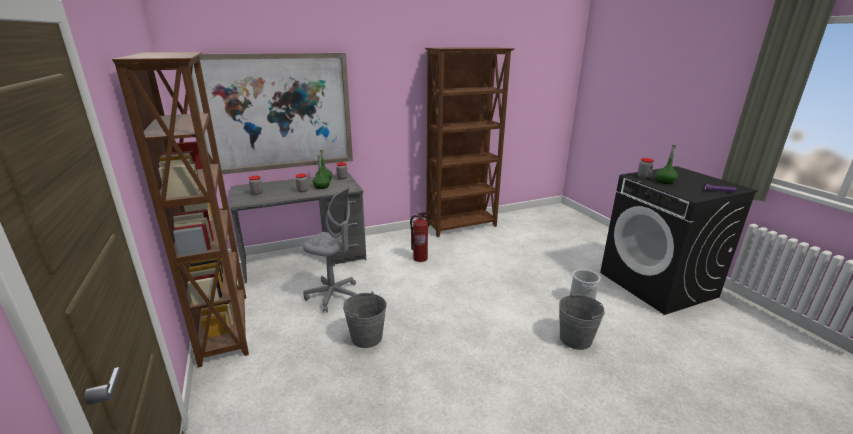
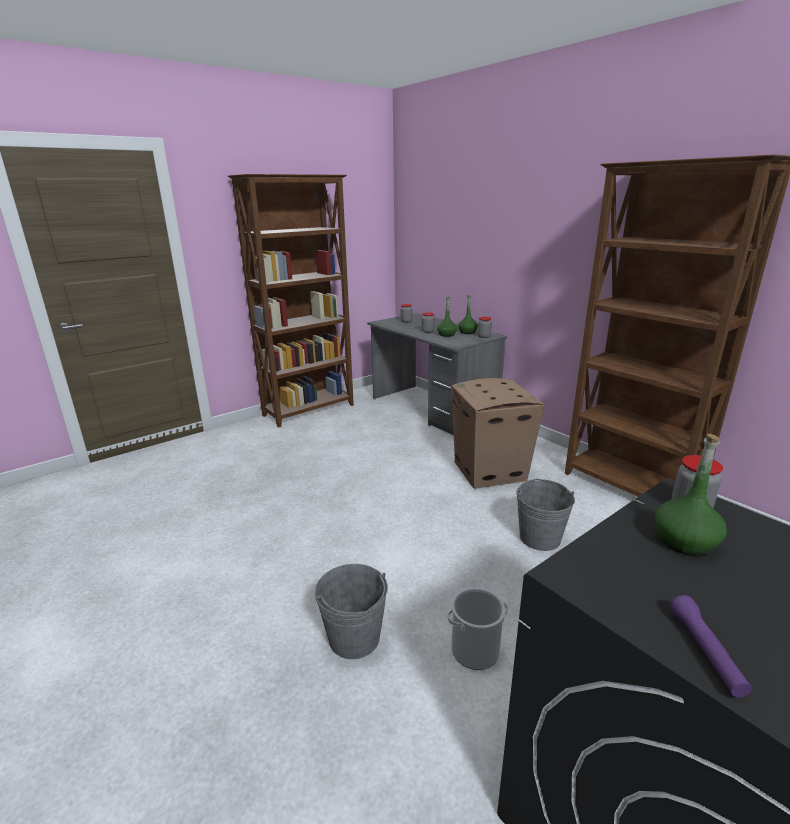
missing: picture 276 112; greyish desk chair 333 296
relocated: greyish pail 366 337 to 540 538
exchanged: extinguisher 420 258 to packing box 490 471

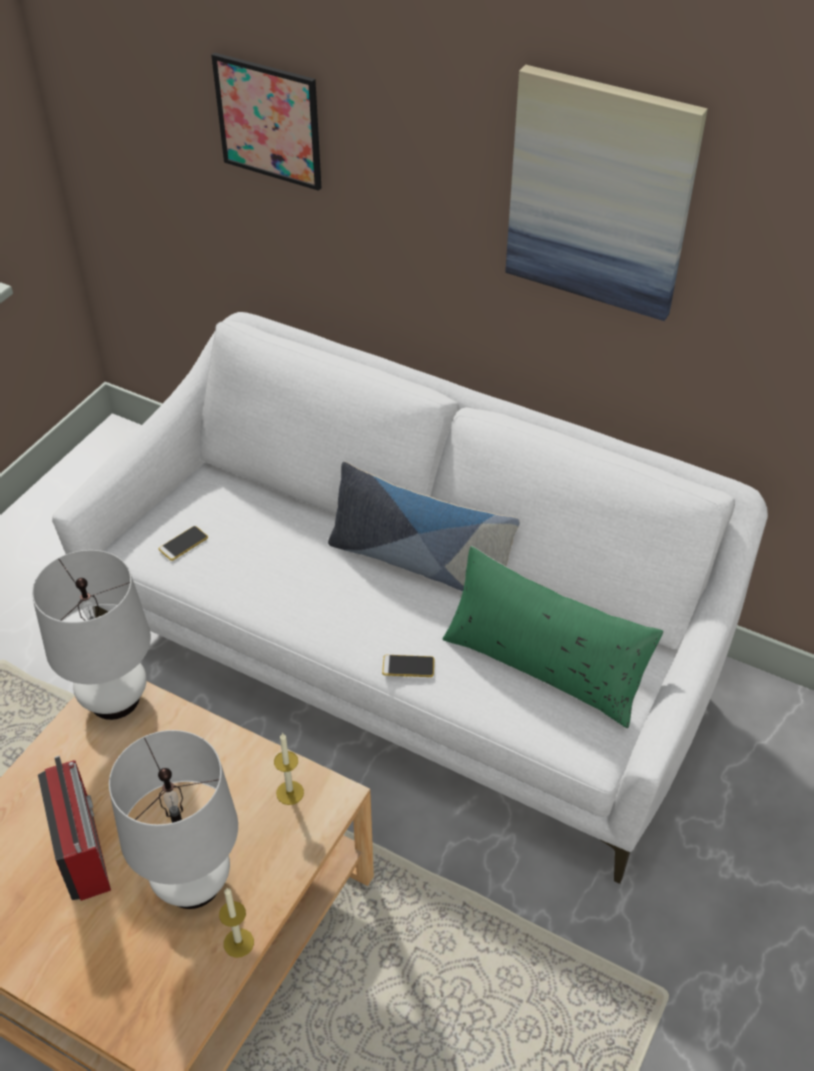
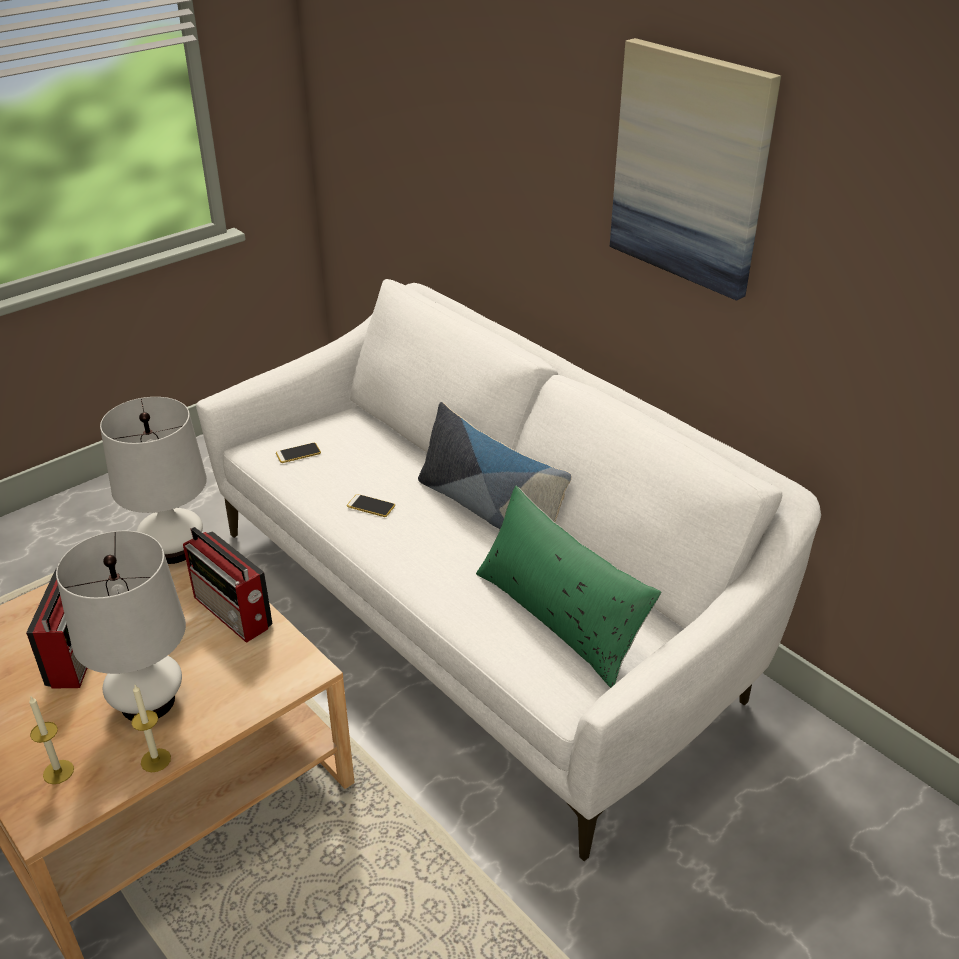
missing: picture 269 121
appeared: radio set 233 613
relocated: candle 290 792 to 58 772; telephone 408 666 to 371 506

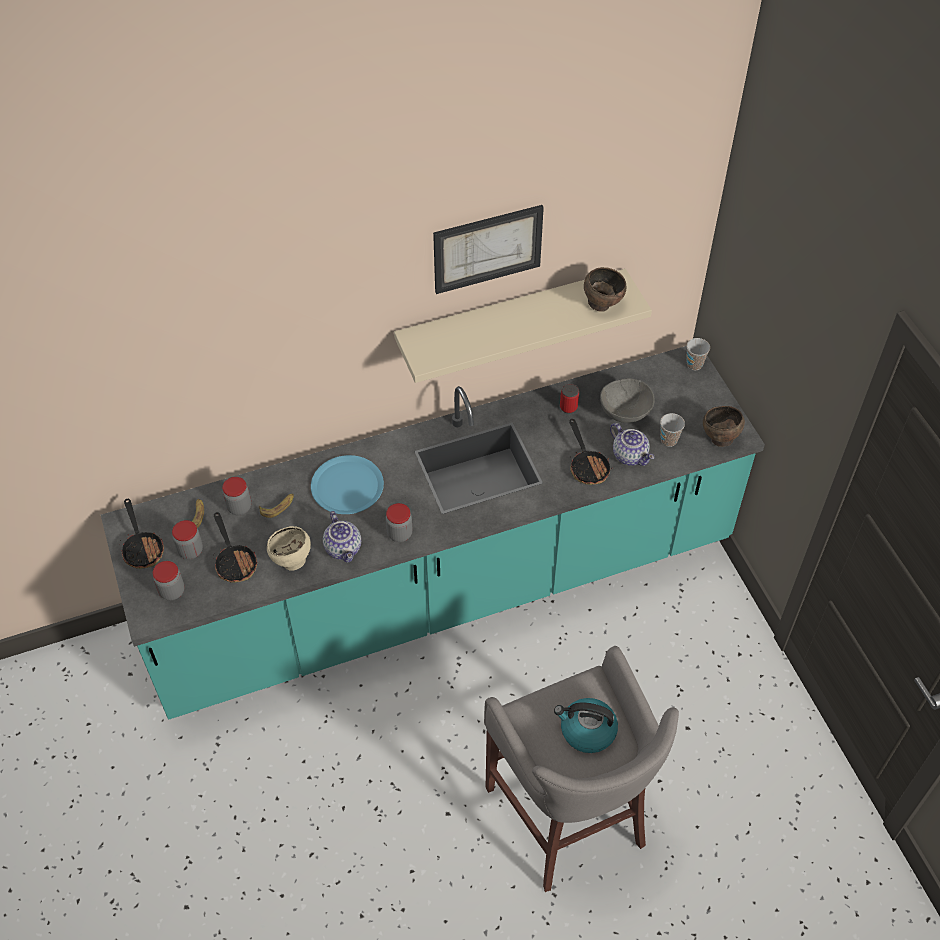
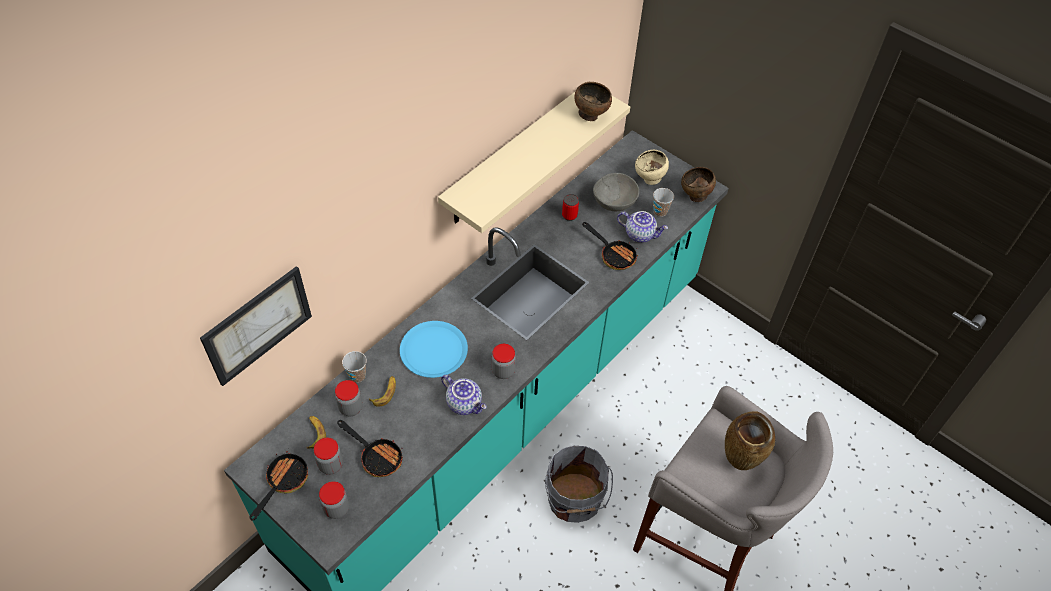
appeared: greyish pail 574 500
relocated: picture 487 248 to 257 325; small cup 694 364 to 357 376; beige serving bowl 291 561 to 649 179
exchanged: water kettle 586 731 to brown vase 739 463
spun: skillet 142 547 = 284 482 105 degrees counterclockwise

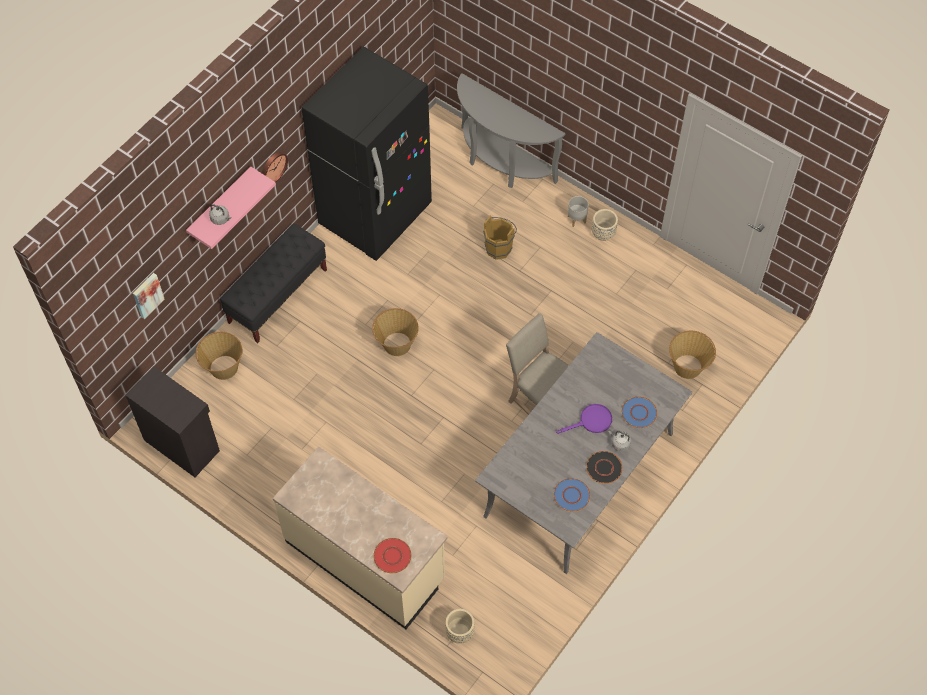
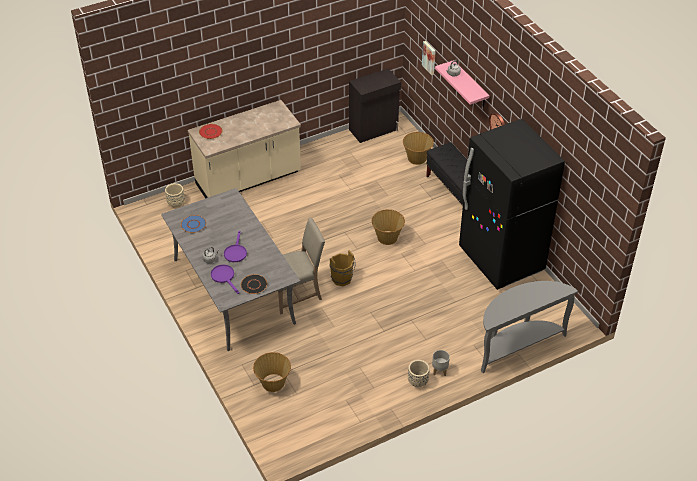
relocated: black-coloured dinner plate 603 468 to 254 284; brown pail 499 247 to 342 280
exchanged: bluish dinner plate 638 413 to purple skillet 224 277

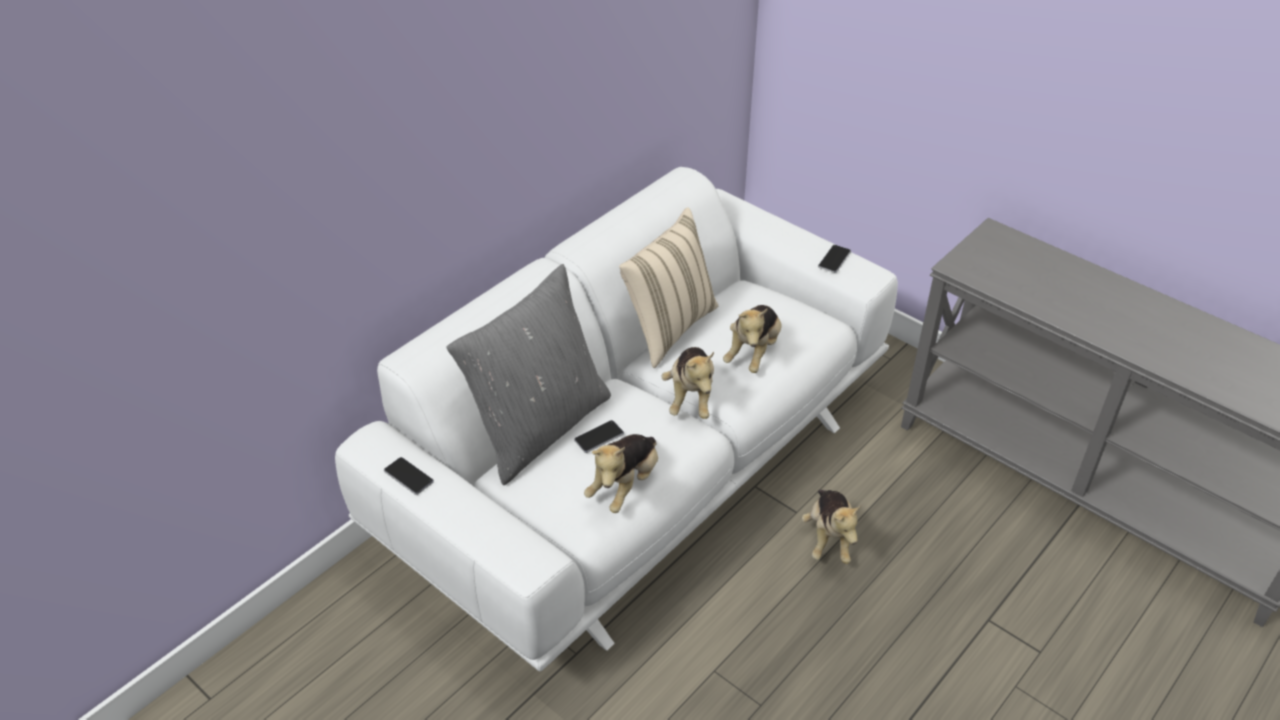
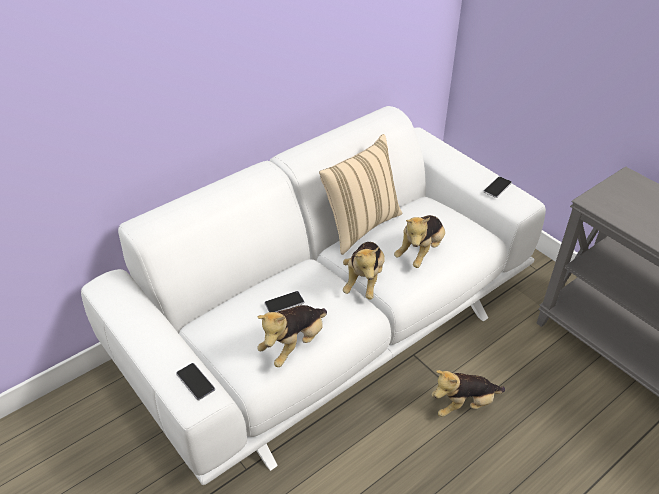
missing: greyish cushion 539 427
relocated: telephone 408 477 to 195 382
spun: plush toy 829 538 = 463 404 60 degrees clockwise

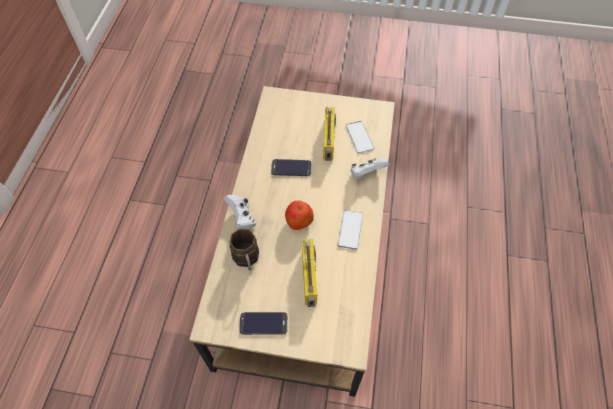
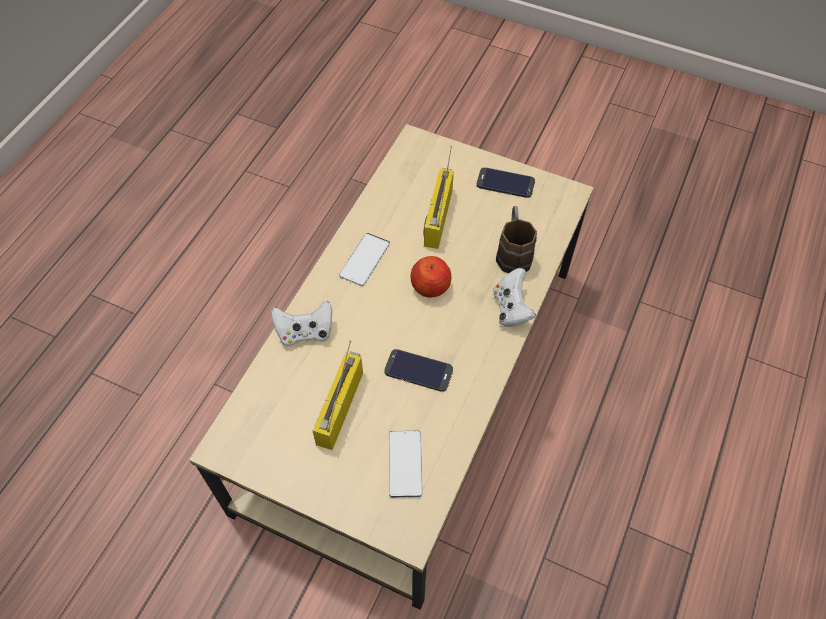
relocated: telephone 359 137 to 405 464

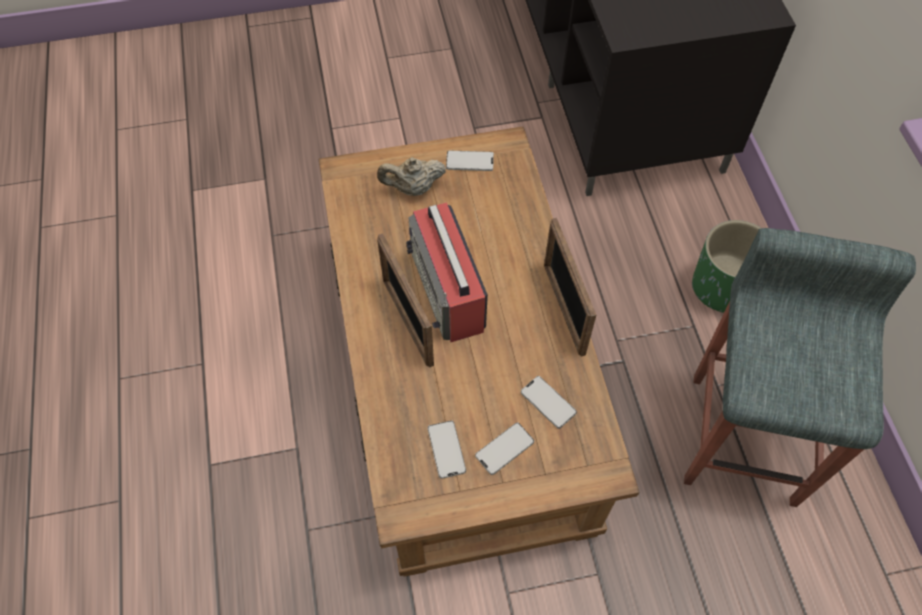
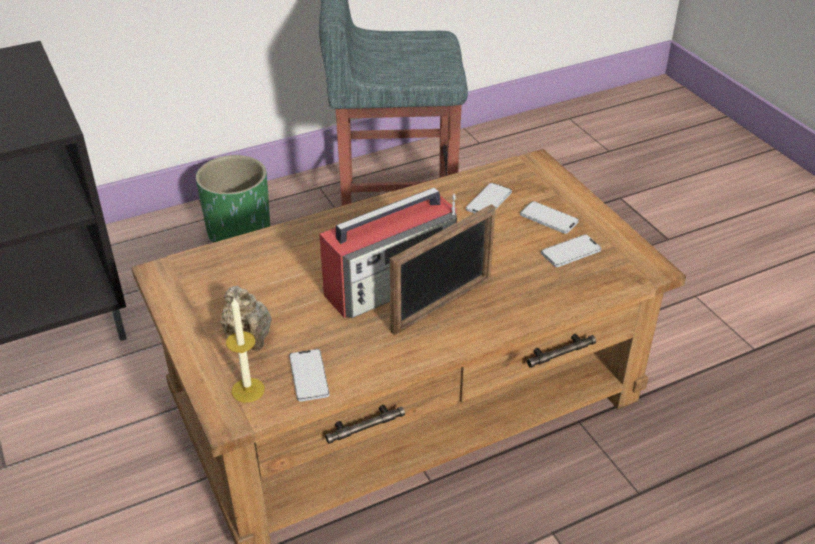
missing: picture frame 563 308
appeared: candle 248 390
relocated: telephone 469 161 to 309 376

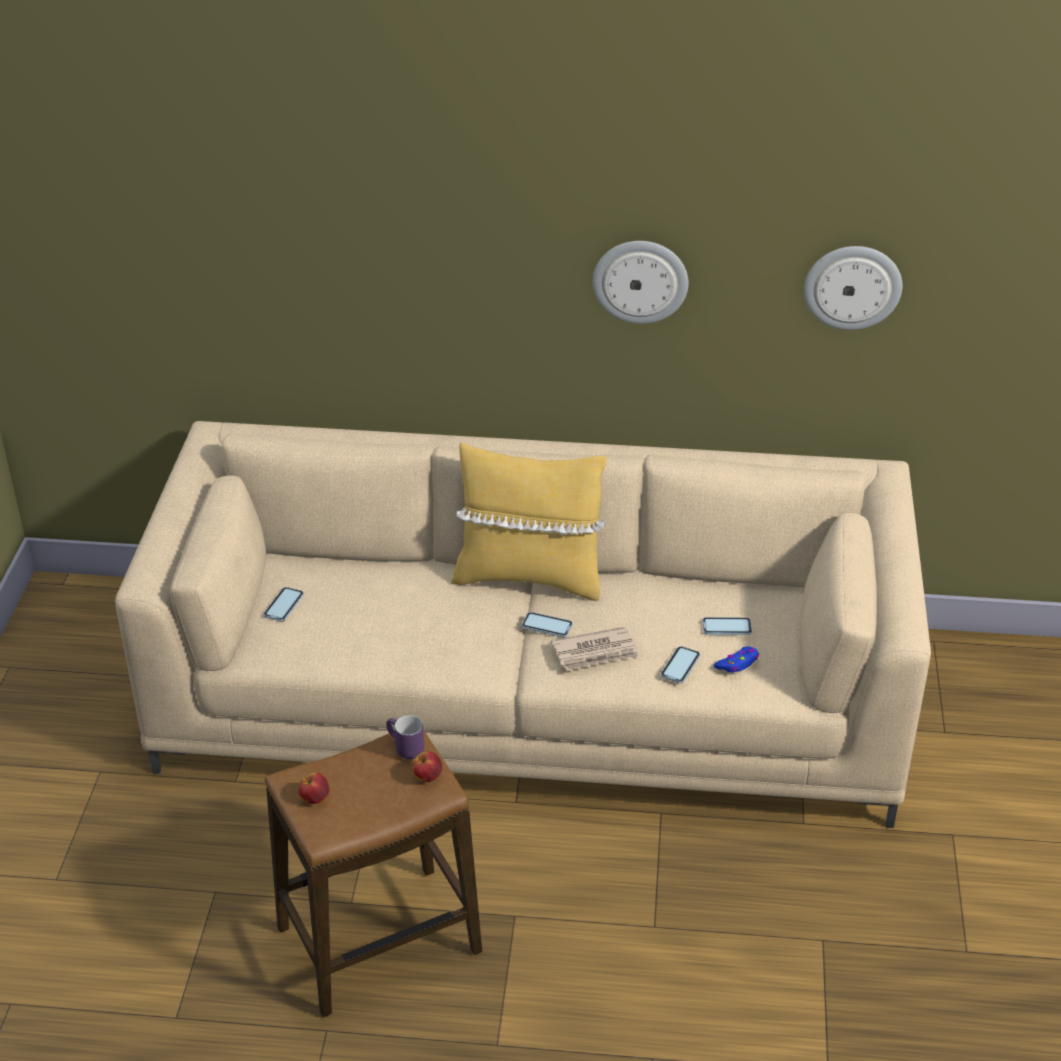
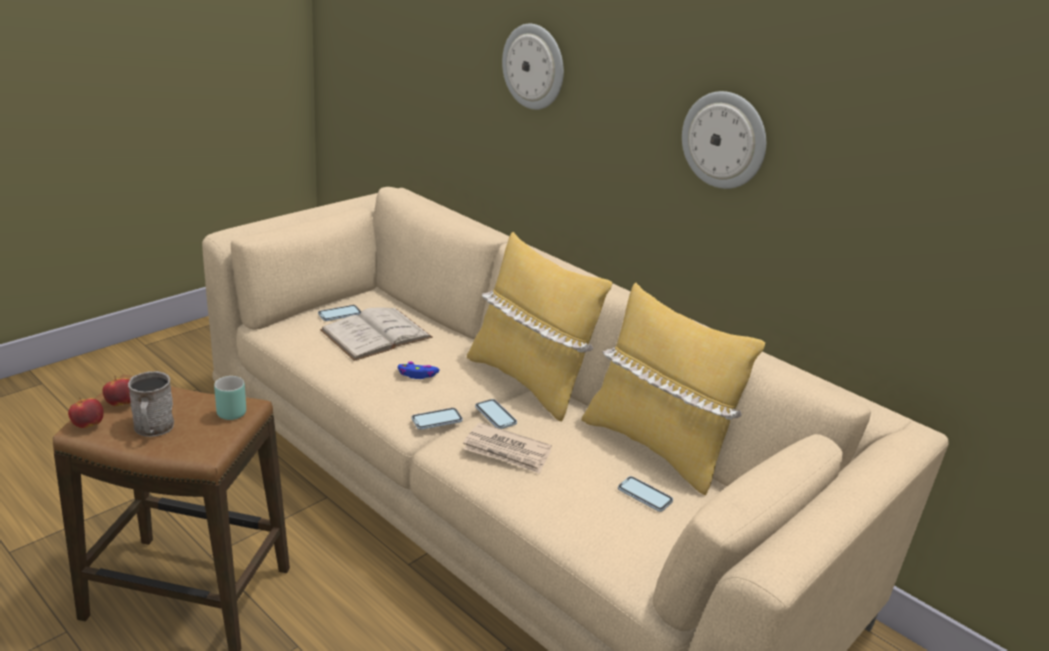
appeared: greyish coffee mug 153 429; whitish book 376 334; yellow cushion 655 447
relocated: apple 427 777 to 88 425; bluish game controller 737 664 to 417 375; telephone 680 666 to 437 420; clock on the wall 852 286 to 534 67
colour: purple coffee mug 403 748 to blue-green coffee mug 230 410

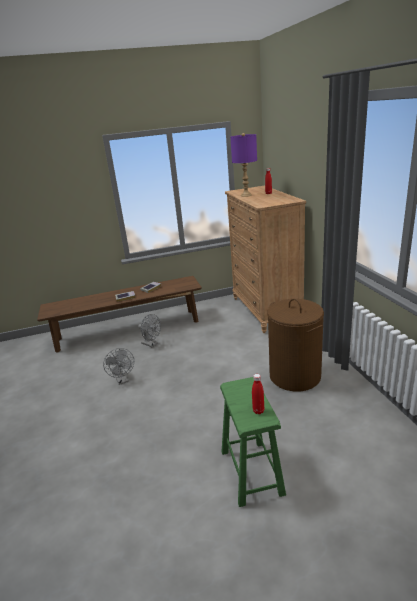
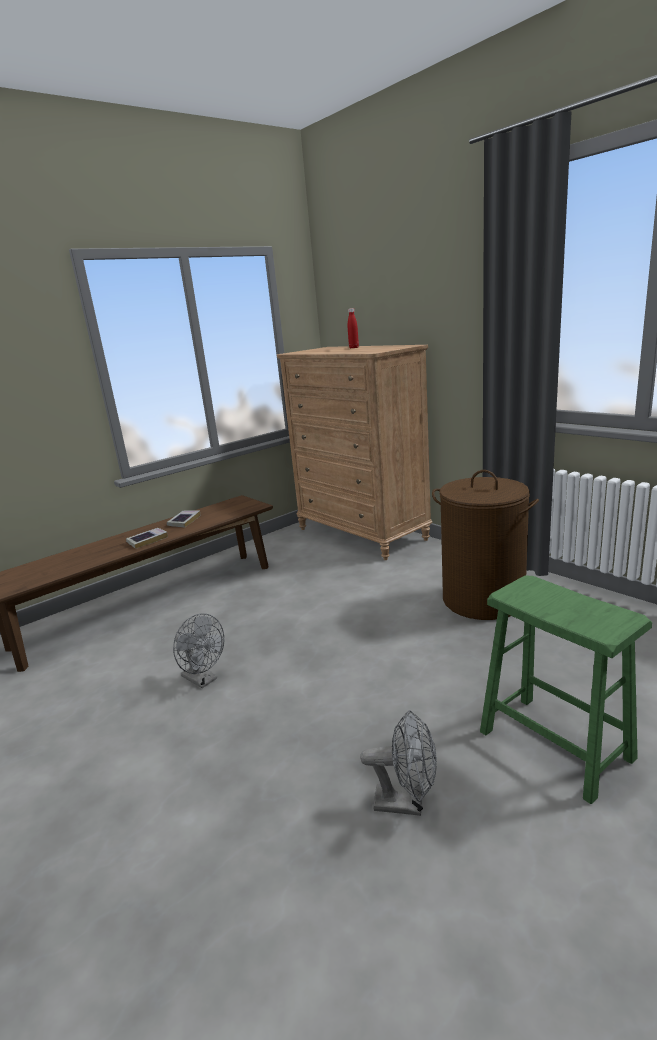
missing: purple tabletop lamp 246 195; red-coloured beverage bottle 258 411
relocated: greyish cooling fan 152 344 to 407 803

